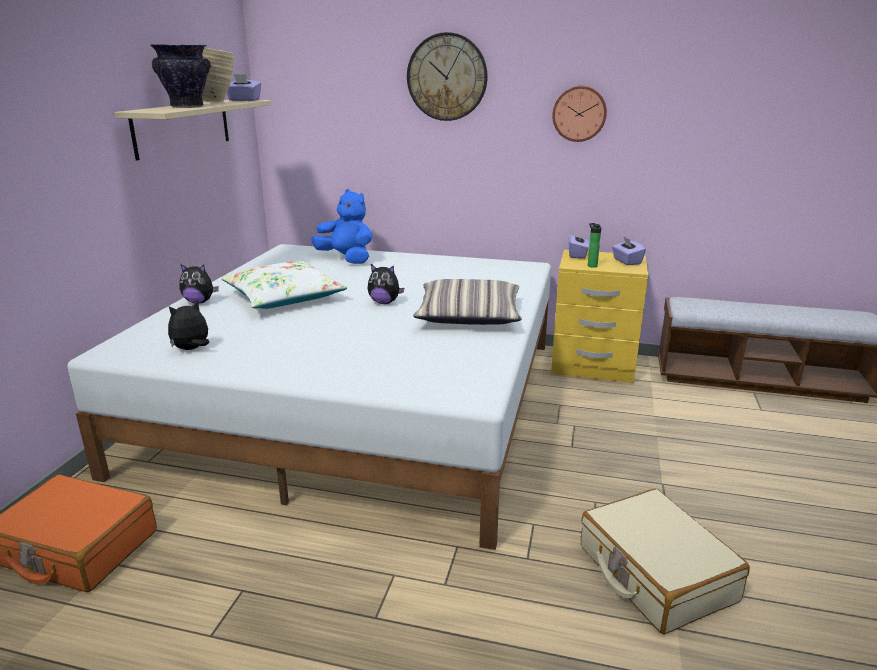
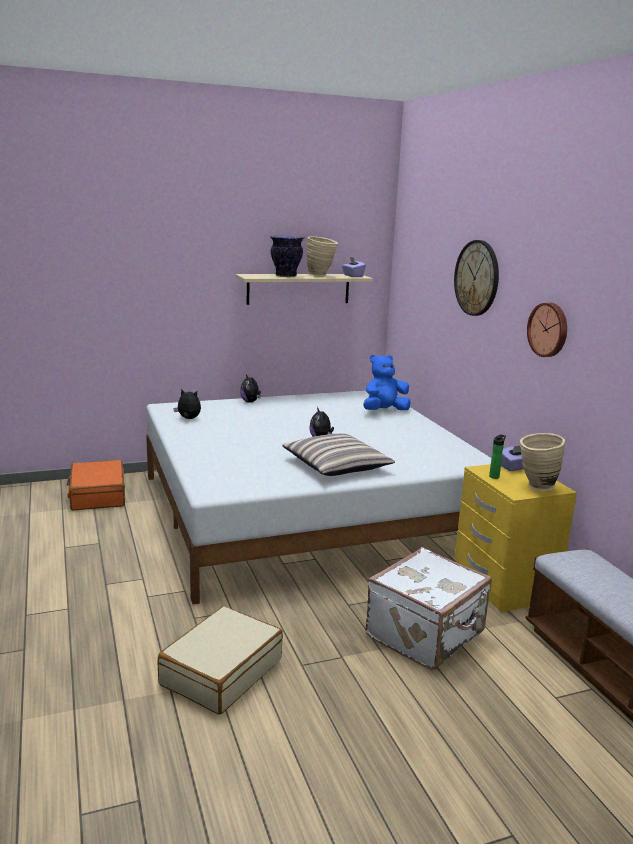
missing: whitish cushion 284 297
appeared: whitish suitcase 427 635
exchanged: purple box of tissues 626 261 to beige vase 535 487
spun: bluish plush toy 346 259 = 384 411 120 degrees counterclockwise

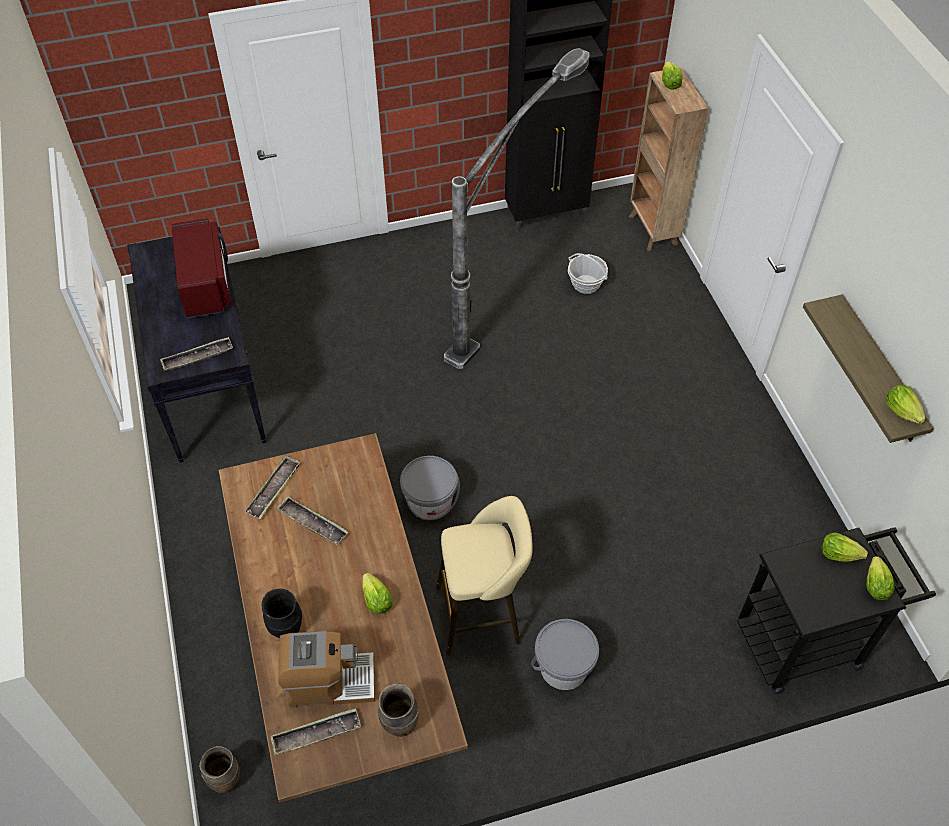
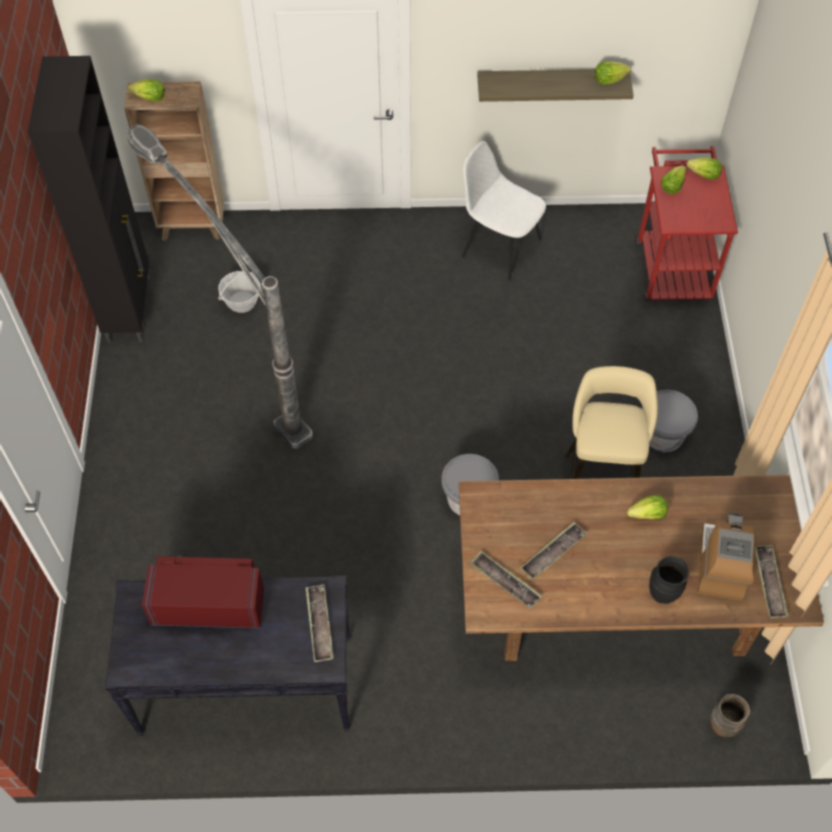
missing: brown vase 400 724
appeared: whitish chair 499 247
colour: black-coloured cart 809 641 to red-coloured cart 671 263

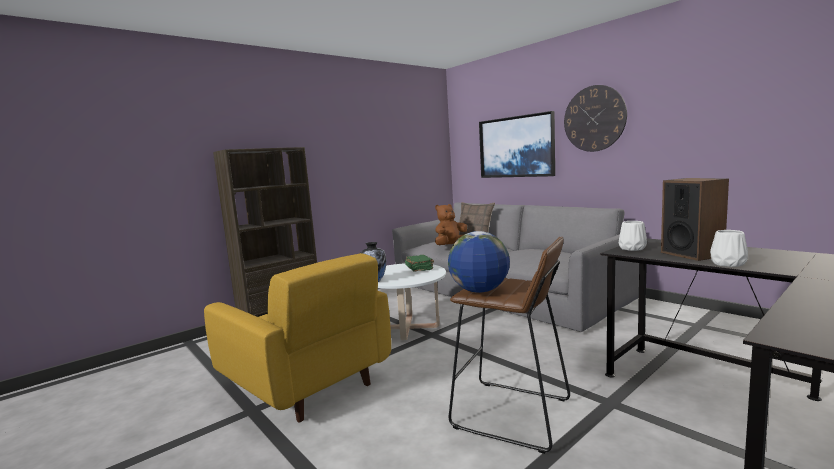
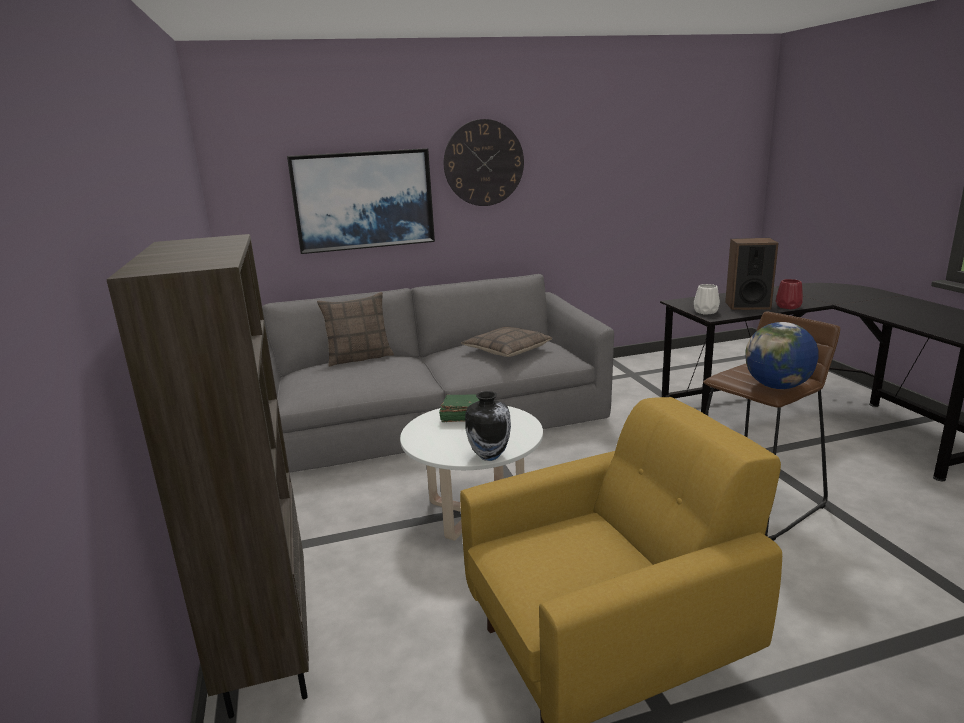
missing: brown plush toy 451 246
appeared: cushion 507 350
colour: whitish vase 728 264 to red-coloured vase 789 307

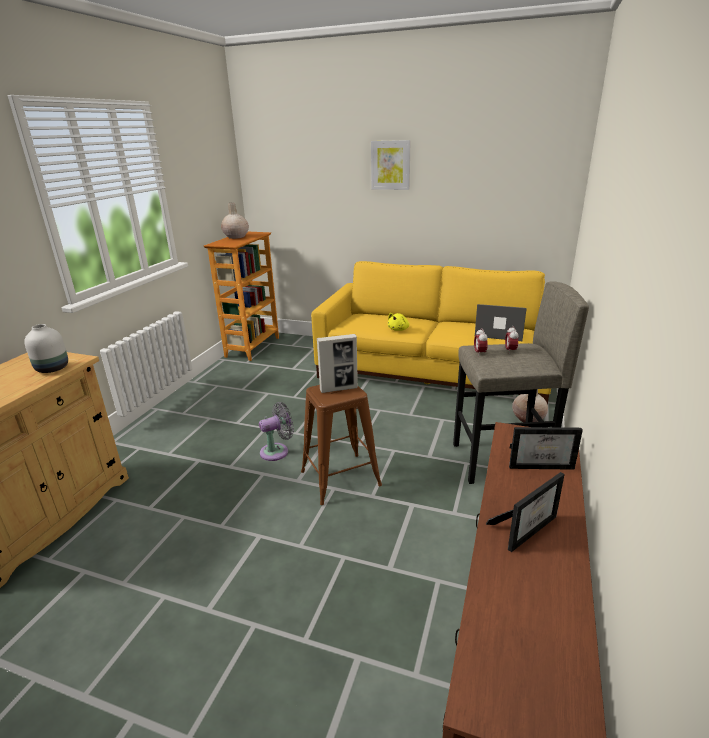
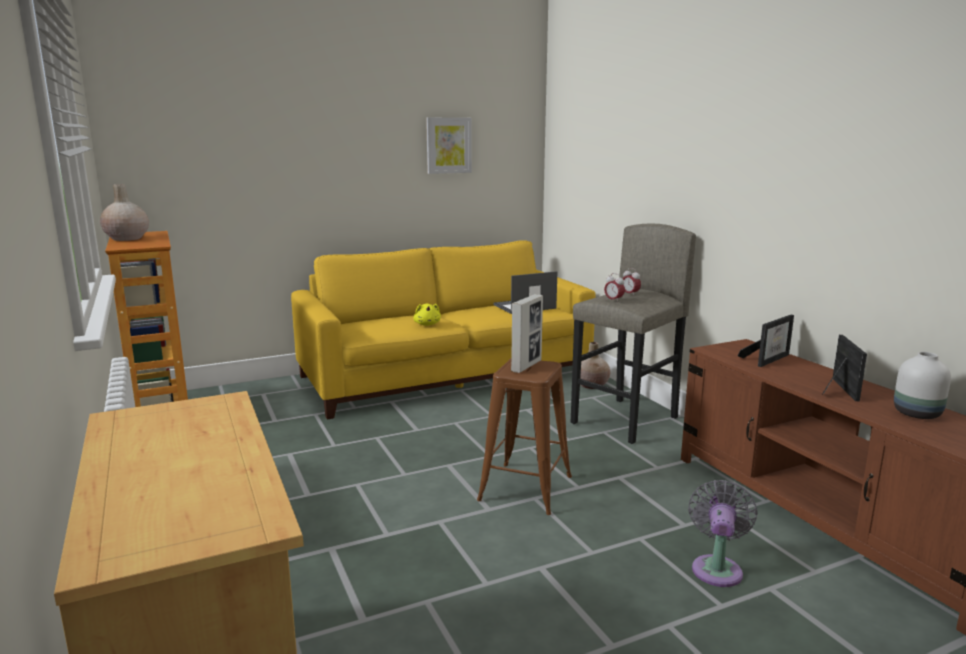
relocated: picture 390 165 to 448 145; greyish cooling fan 277 451 to 717 568; whitish vase 53 369 to 917 413

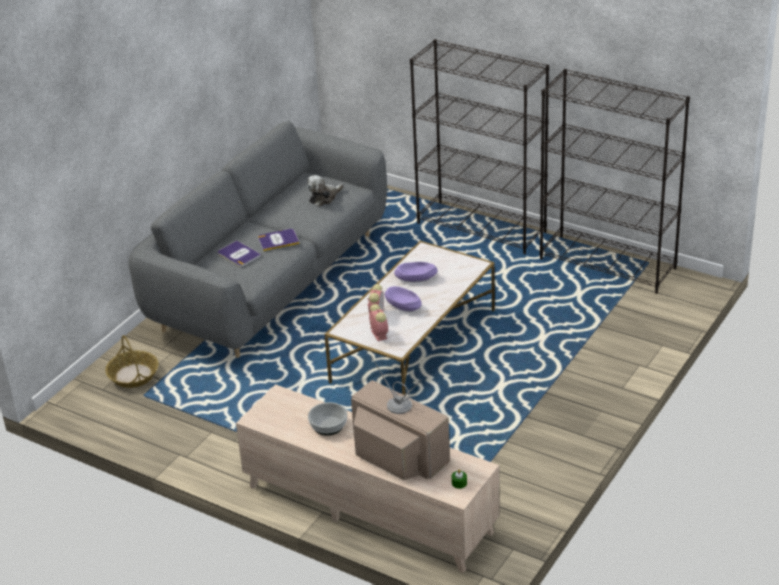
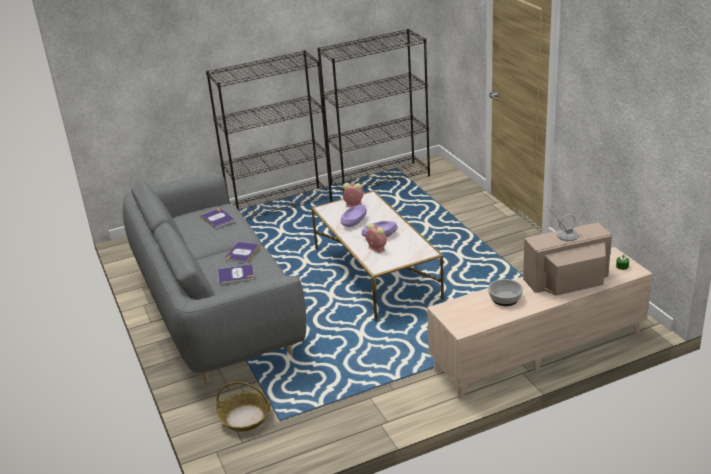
relocated: bedside clock 378 334 to 353 205
exchanged: plush toy 324 198 to book 217 219

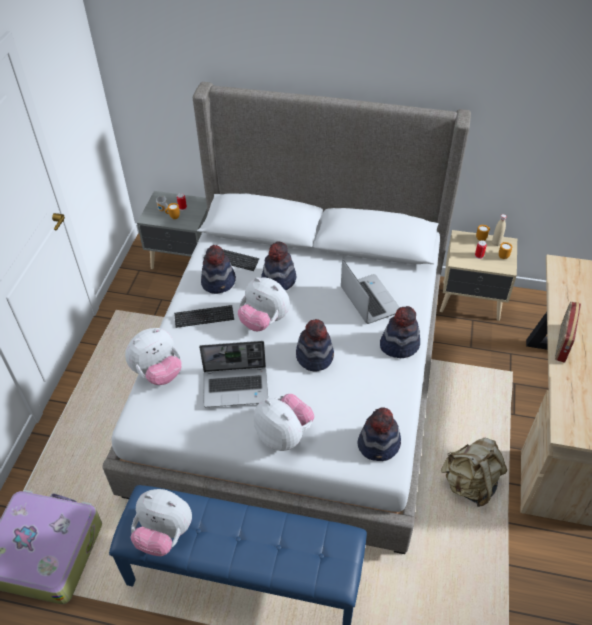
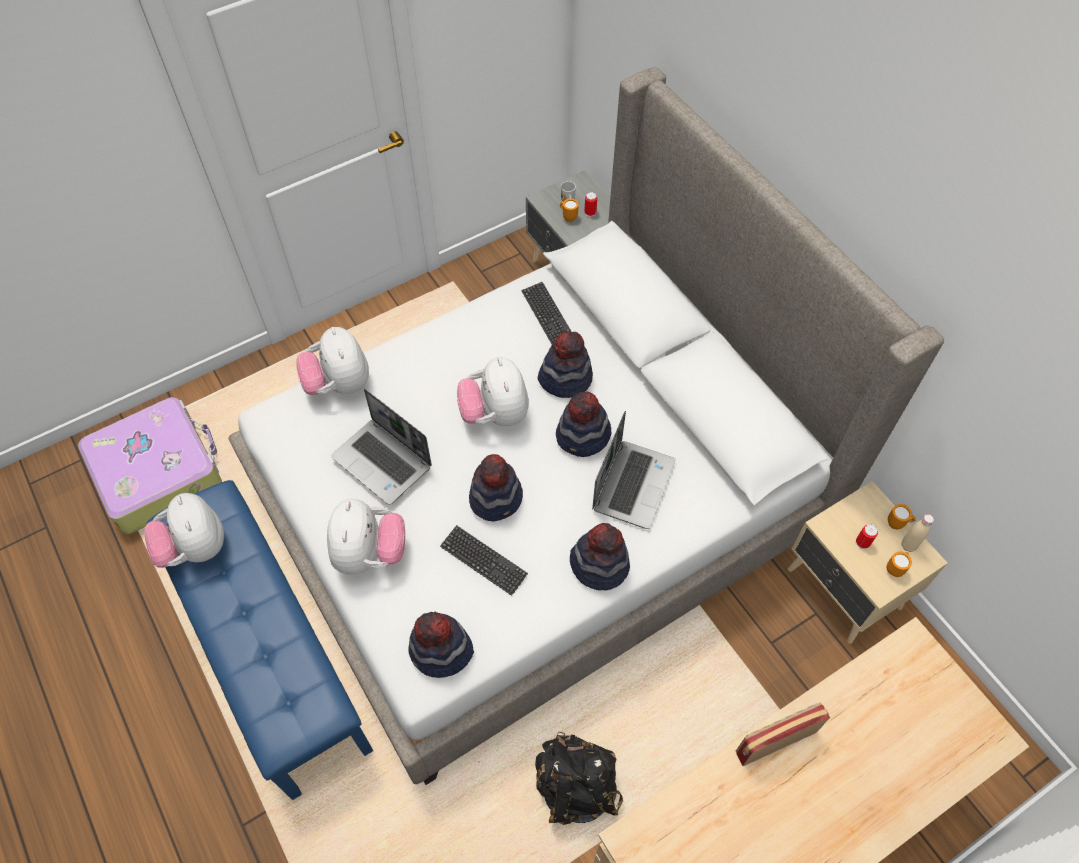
relocated: computer keyboard 204 317 to 483 561; clothing hat 219 282 to 583 437
colour: beige backpack 470 484 to black-coloured backpack 576 787
spun: plush toy 158 372 = 339 384 60 degrees clockwise

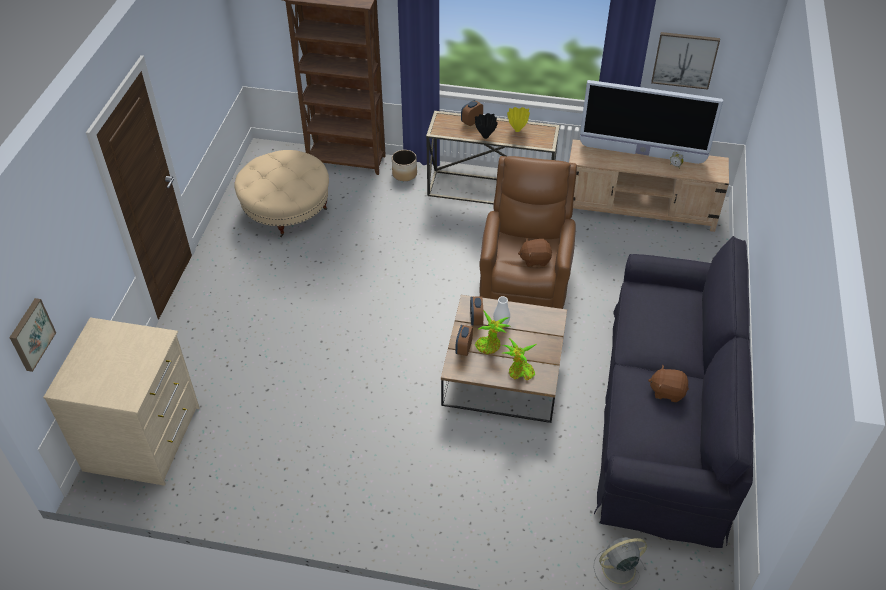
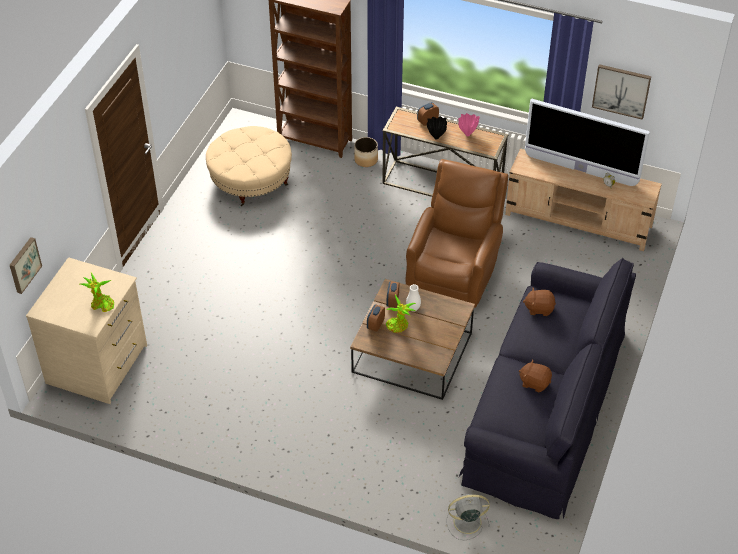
relocated: plant in a pot 519 372 to 101 305; brown plush toy 535 259 to 539 308
colour: yellow vase 517 130 to pink vase 467 134

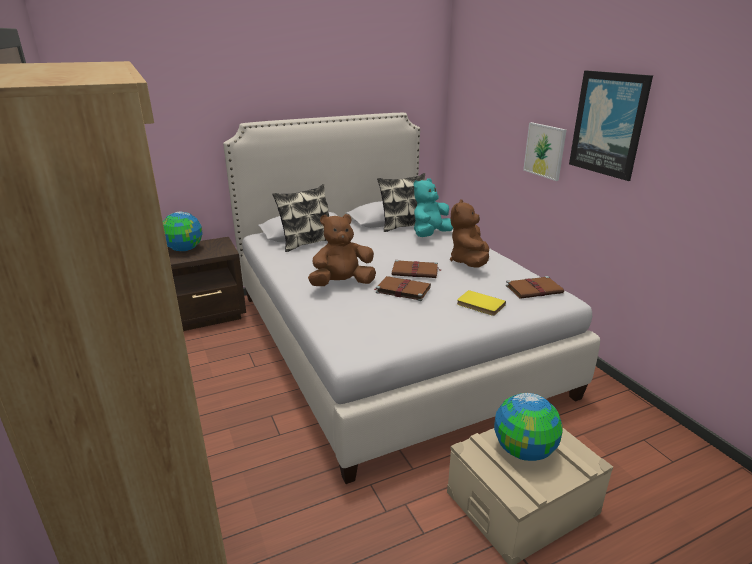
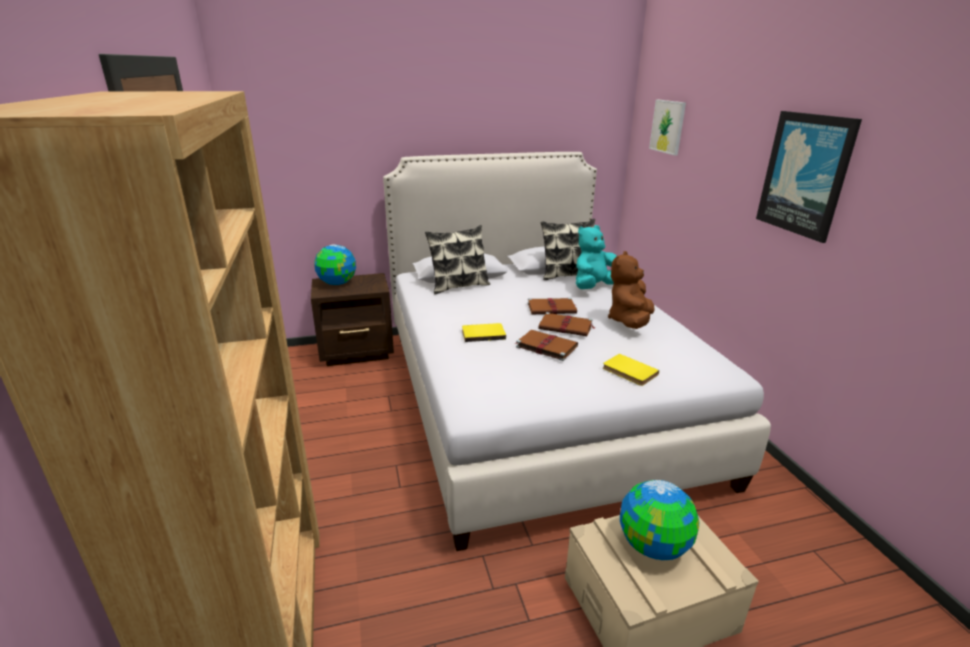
relocated: brown book 534 289 to 552 308; picture 544 151 to 667 126
exchanged: brown plush toy 342 284 to yellow book 483 334

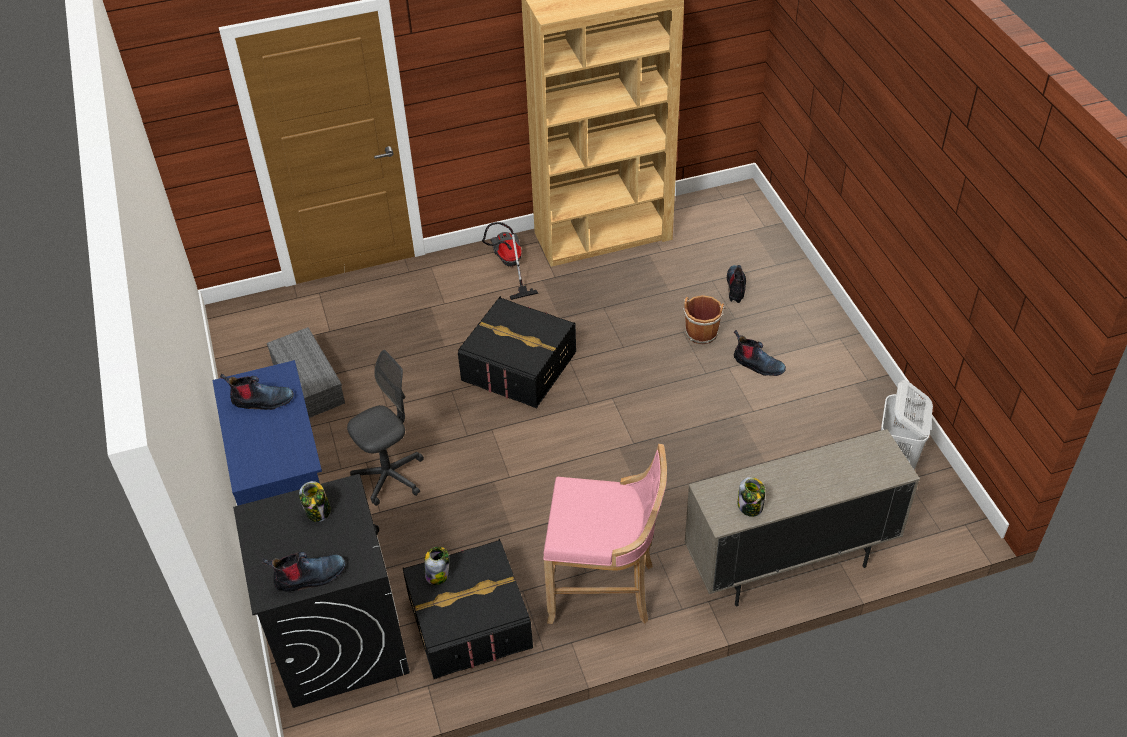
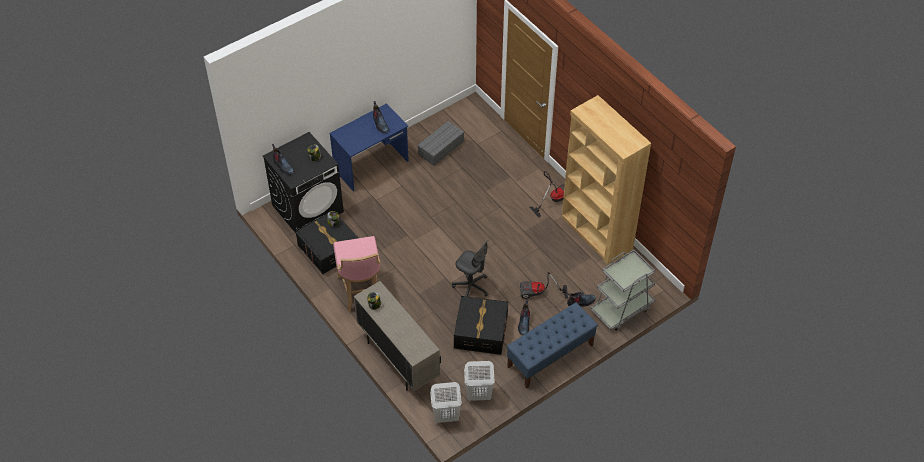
appeared: whitish laundry basket 445 416; bluish bench 550 356; greyish cart 621 309
relocated: greyish desk chair 390 477 to 471 287; black-coloured storage bin 519 366 to 481 332
exchanged: brown pail 701 332 to hoover 539 294

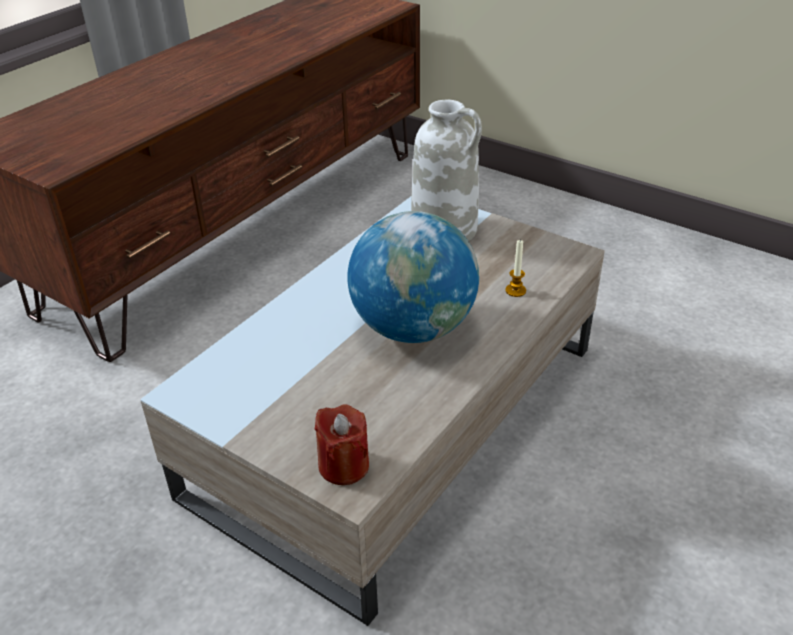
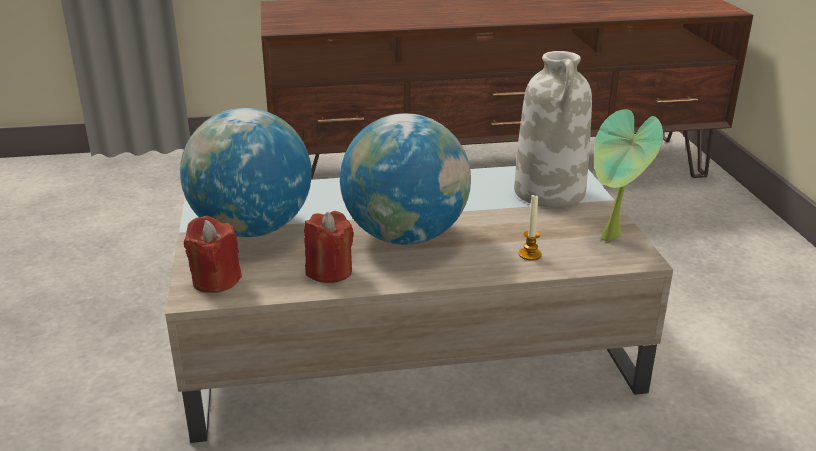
appeared: world globe 251 229; red-coloured candle 329 271; plant in a pot 612 239

